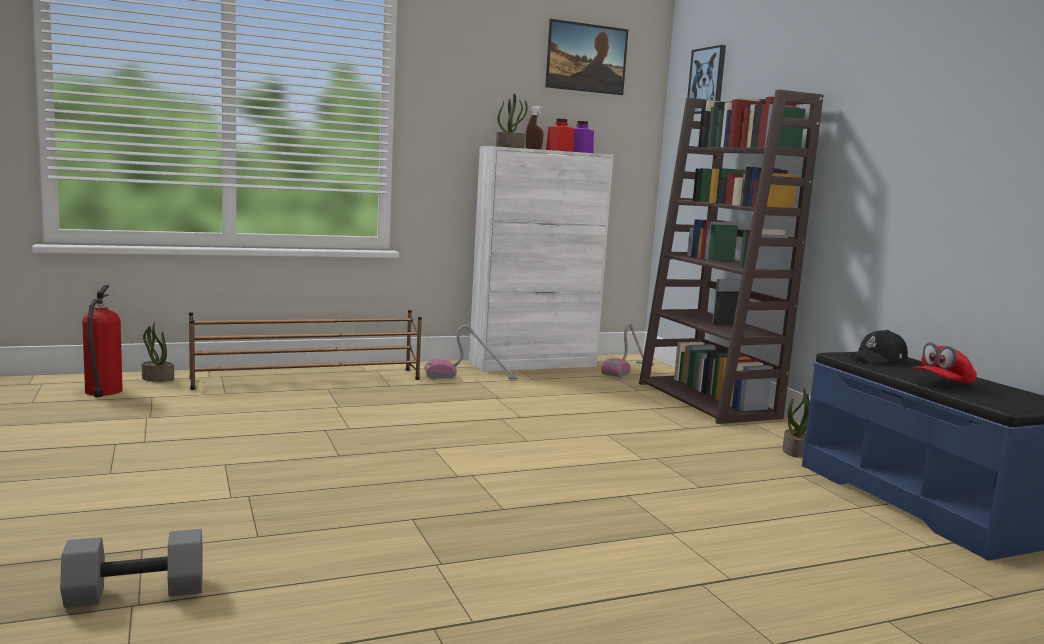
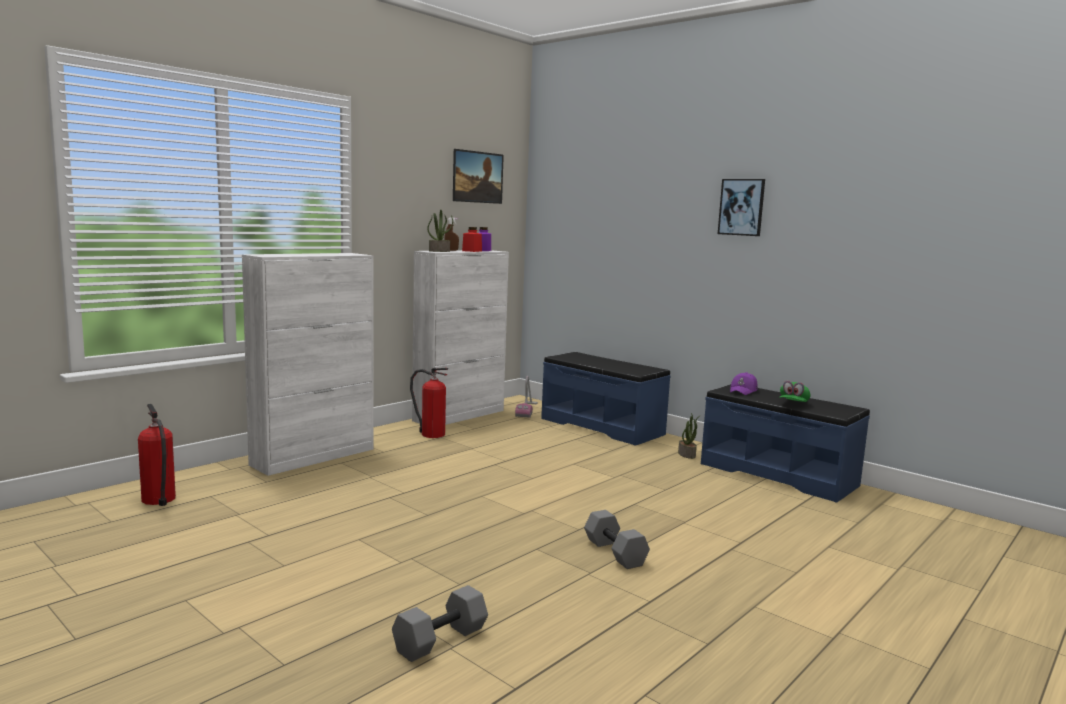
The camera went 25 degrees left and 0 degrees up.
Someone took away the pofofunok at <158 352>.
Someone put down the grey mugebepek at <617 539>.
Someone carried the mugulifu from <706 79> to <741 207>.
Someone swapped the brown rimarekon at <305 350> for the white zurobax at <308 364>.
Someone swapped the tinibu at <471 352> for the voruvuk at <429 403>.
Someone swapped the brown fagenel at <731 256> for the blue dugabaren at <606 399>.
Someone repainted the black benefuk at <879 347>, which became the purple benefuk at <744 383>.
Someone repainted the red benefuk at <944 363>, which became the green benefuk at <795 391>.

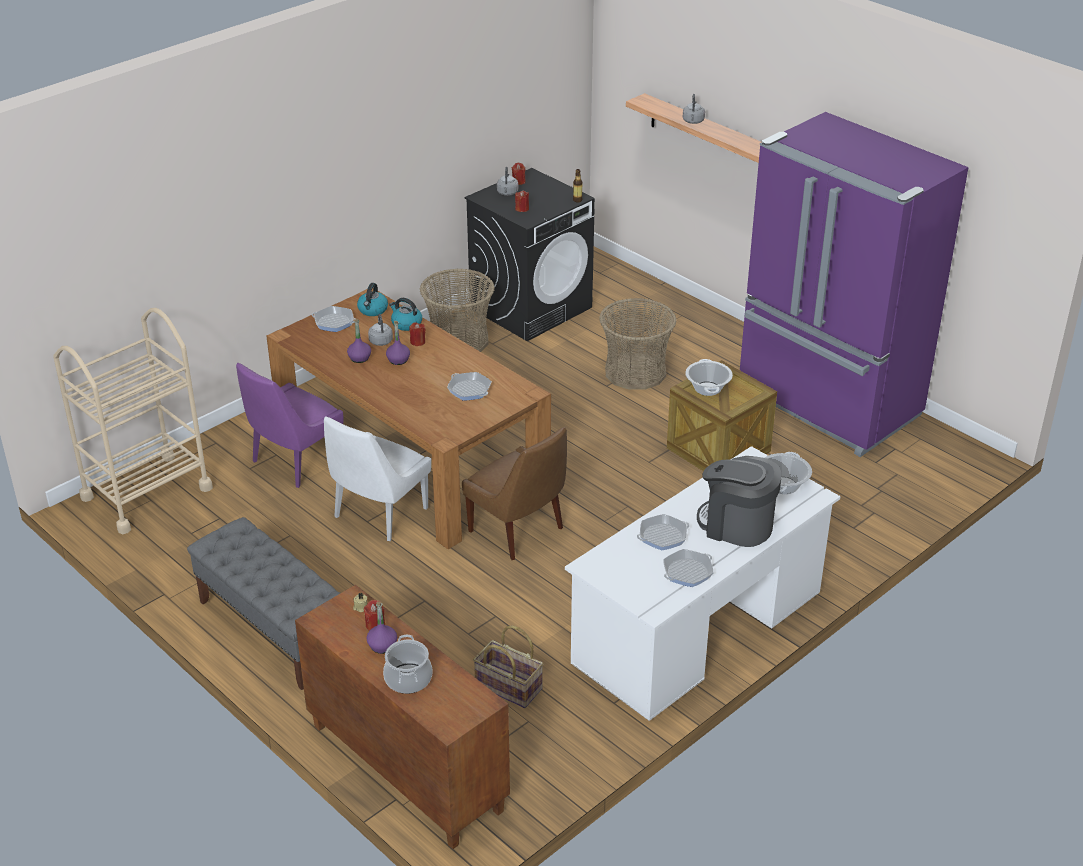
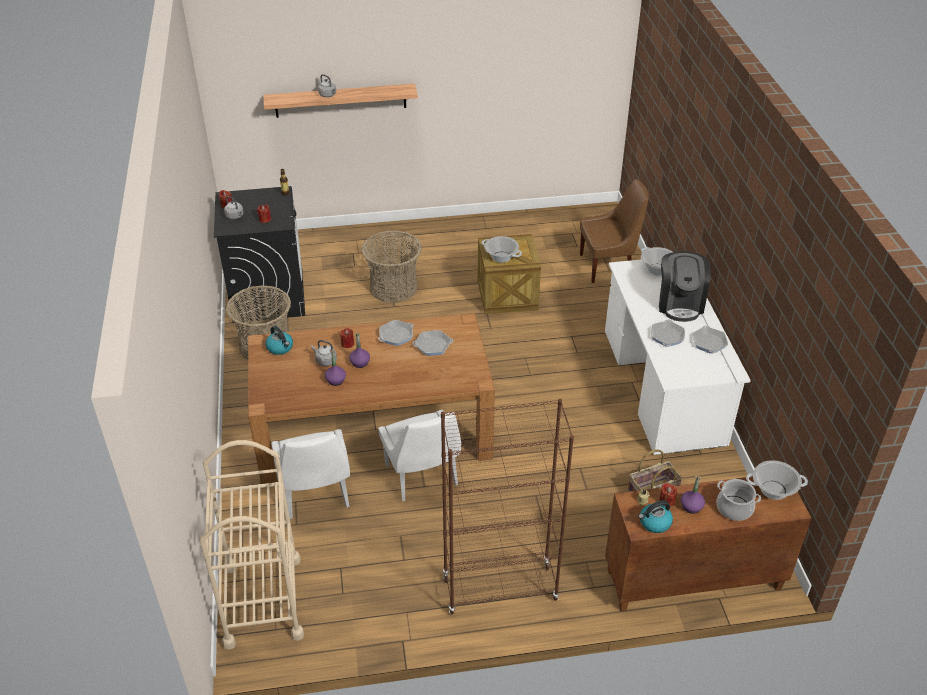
The camera went 55 degrees left and 5 degrees up.
Someone took away the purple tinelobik at <854 284>.
Someone put down the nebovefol at <777 480>.
Someone carried the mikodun from <333 319> to <396 333>.
Someone carried the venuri from <405 314> to <655 516>.
Someone carried the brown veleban from <514 493> to <614 231>.
Someone swapped the grey dugabaren at <263 603> for the brown fagenel at <507 506>.
Someone repainted the purple veleban at <289 425>, which became the white veleban at <310 474>.
Someone rotated the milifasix at <739 501> by 60 degrees counterclockwise.

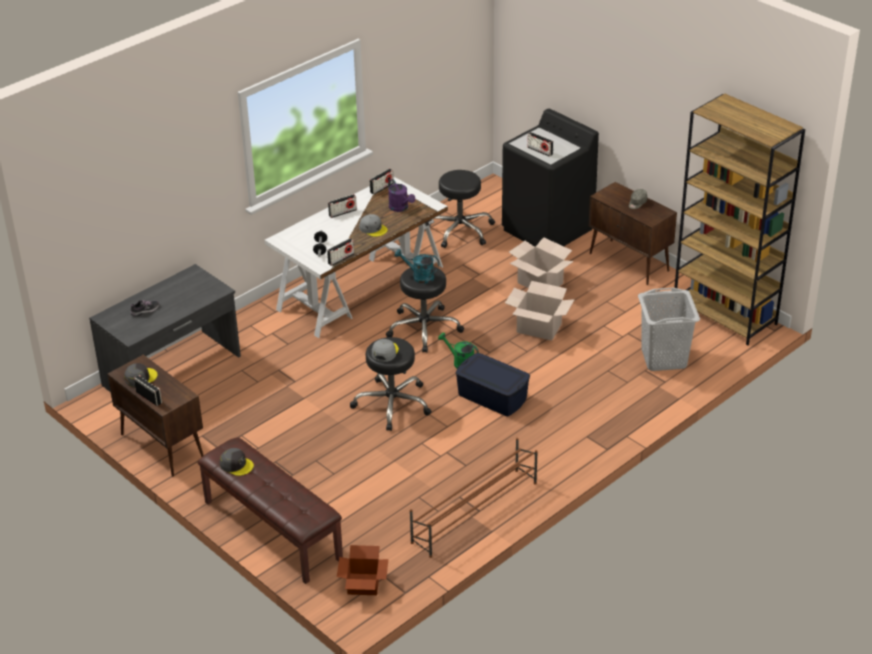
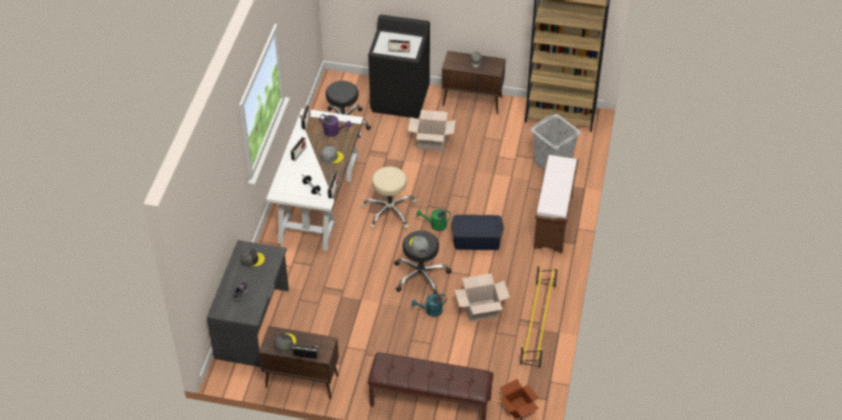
The camera went 35 degrees left and 10 degrees up.
Someone put down the brown dugabaren at <556 204>.
Someone carried the grey benefuk from <237 462> to <252 258>.
Someone carried the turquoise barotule from <417 266> to <429 305>.
Someone carried the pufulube from <540 311> to <482 297>.
Someone repainted the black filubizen at <425 309>, which became the beige filubizen at <389 198>.
Someone repainted the brown rimarekon at <474 498>, which became the yellow rimarekon at <539 316>.

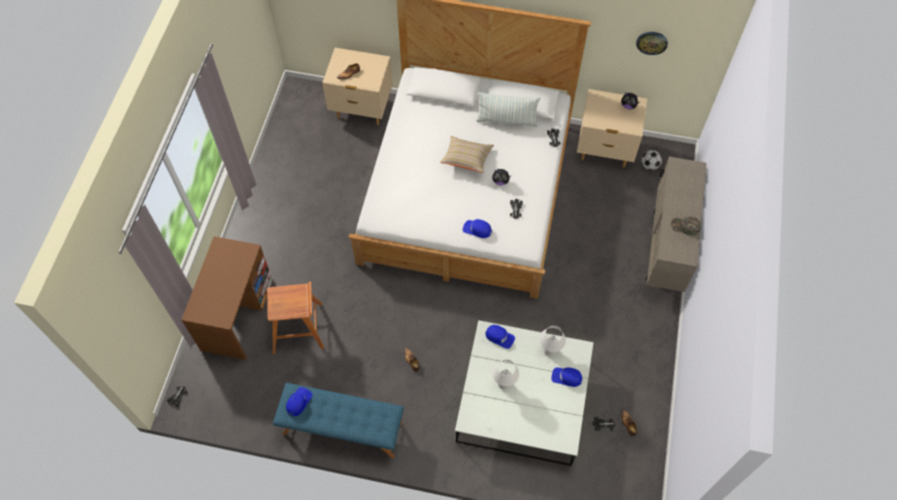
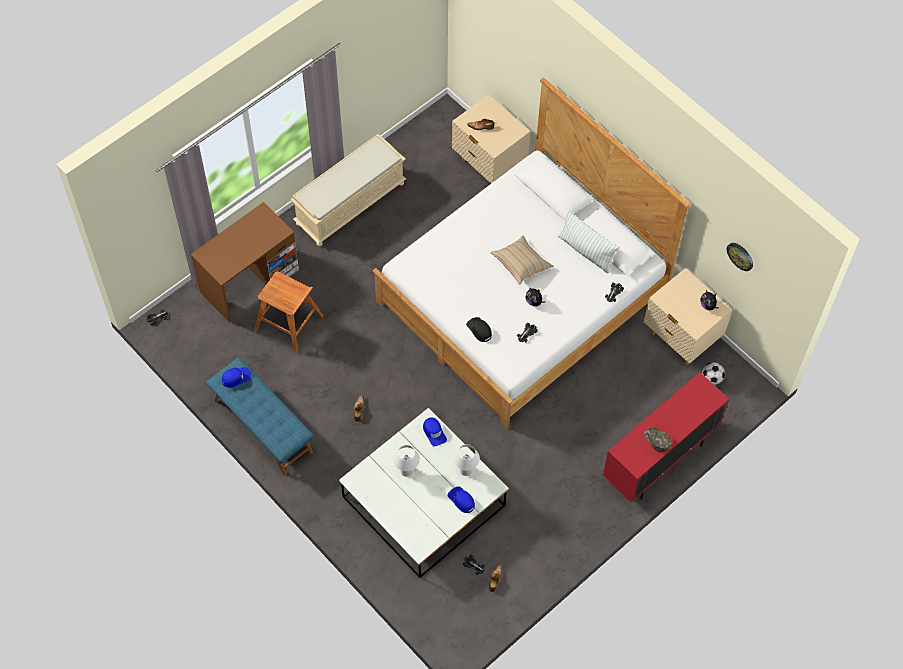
The camera went 35 degrees right and 0 degrees up.
Someone put down the beige dugabaren at <348 190>.
Someone repainted the blue benefuk at <477 228>, which became the black benefuk at <479 329>.
Someone repainted the beige zurobax at <676 224>, which became the red zurobax at <666 437>.

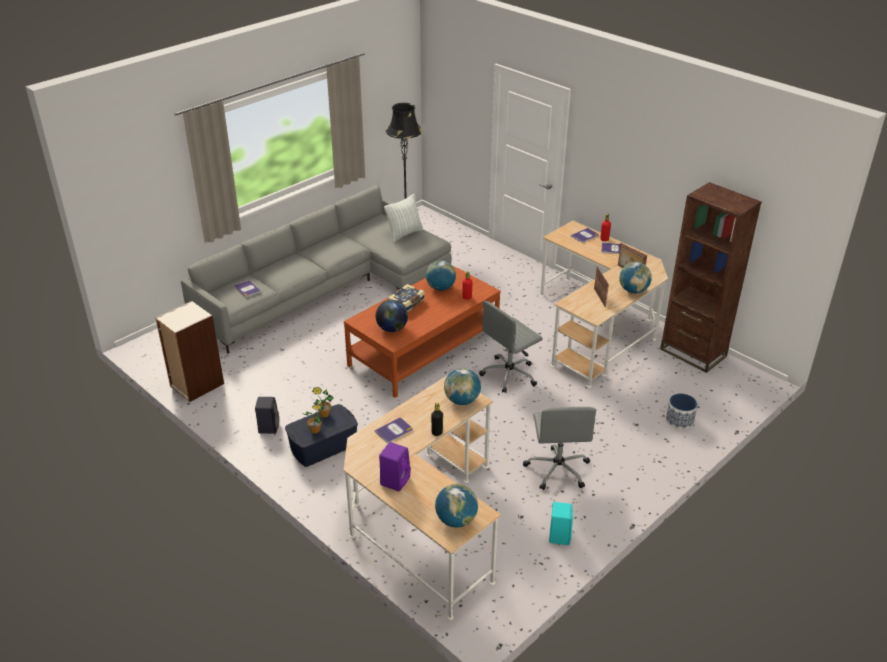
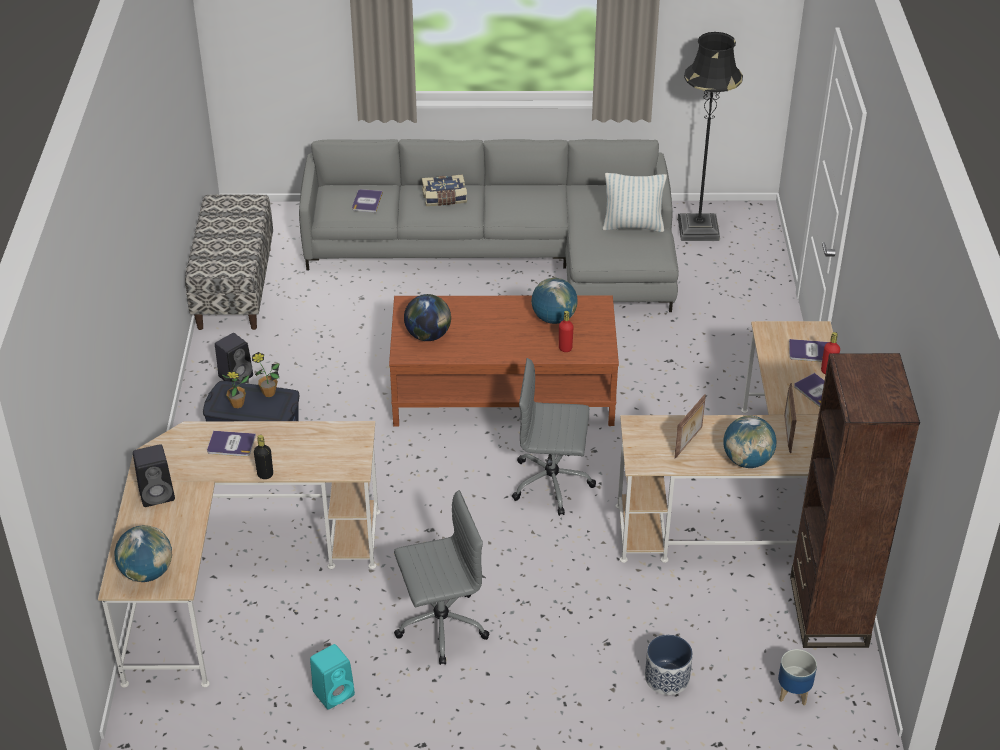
The camera went 45 degrees right and 5 degrees up.
Someone took away the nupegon at <462 386>.
Someone put down the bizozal at <797 677>.
Someone carried the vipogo from <406 298> to <444 190>.
Someone swapped the fagenel at <190 351> for the dugabaren at <229 262>.
Someone repainted the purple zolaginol at <395 466>, which became the black zolaginol at <154 475>.
Someone rotated the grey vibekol at <559 448> by 150 degrees counterclockwise.

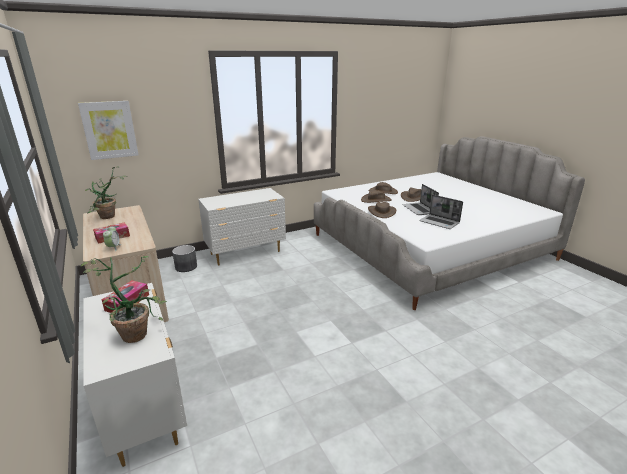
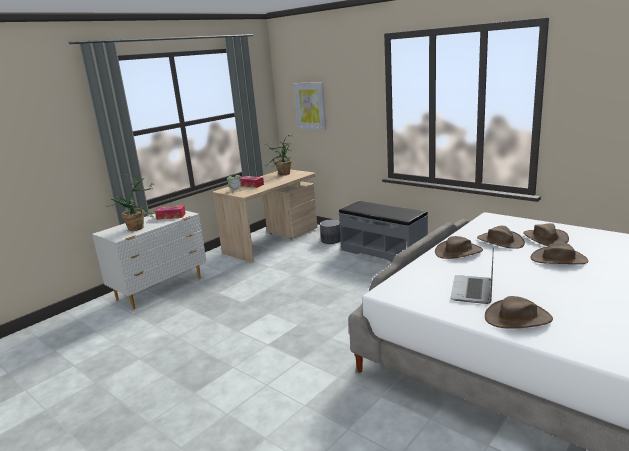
The camera went 70 degrees right and 5 degrees down.
Someone took away the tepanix at <420 199>.
Someone put down the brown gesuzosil at <519 312>.
Someone swapped the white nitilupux at <242 227> for the grey dugabaren at <383 231>.

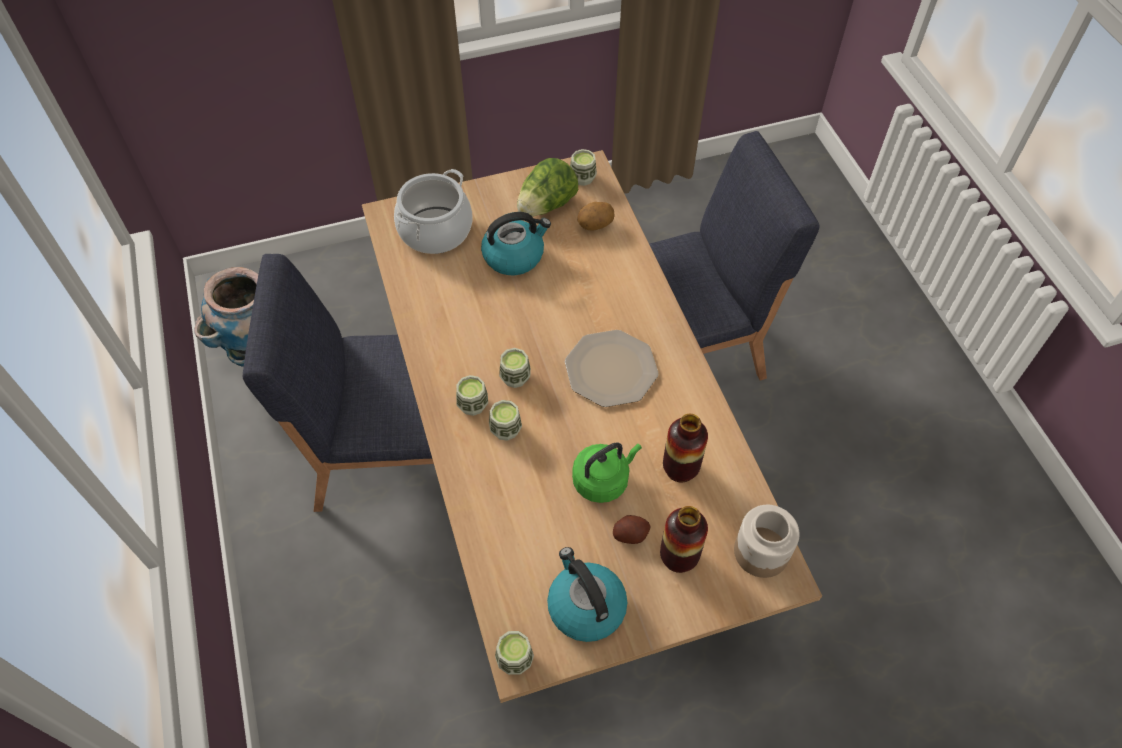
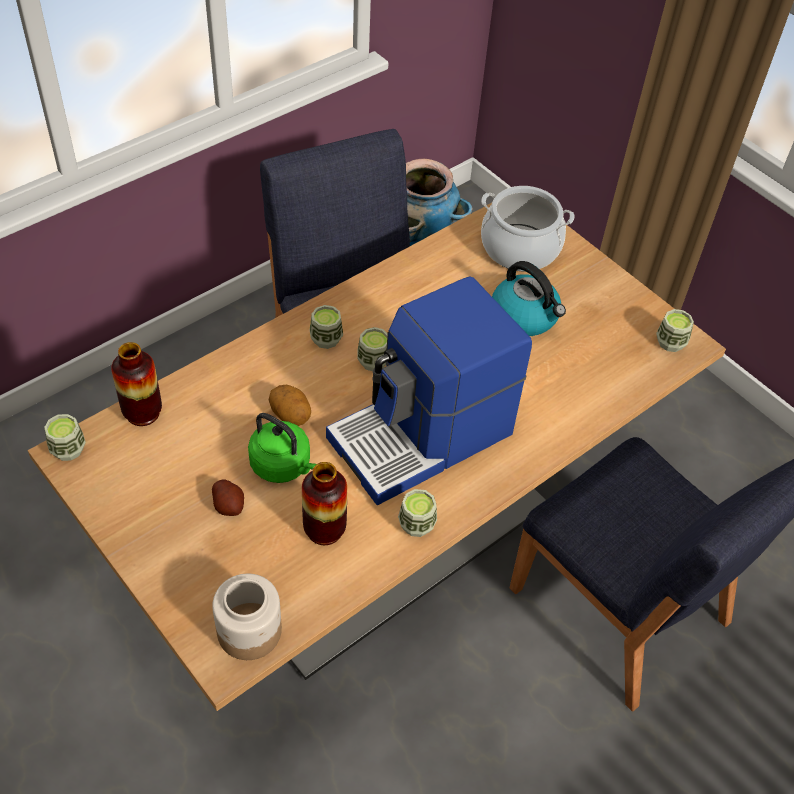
The camera went 65 degrees right and 5 degrees down.
Someone took away the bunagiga at <547 187>.
Someone took away the venuri at <587 594>.
Someone carried the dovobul from <505 420> to <417 513>.
Someone carried the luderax from <596 216> to <290 405>.
Someone carried the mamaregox from <684 539> to <136 384>.
Someone swapped the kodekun at <611 368> for the milifasix at <429 390>.

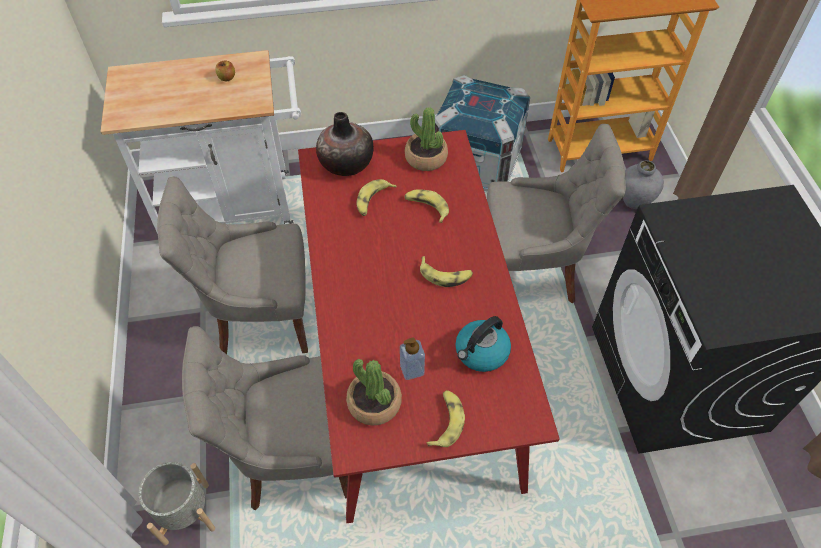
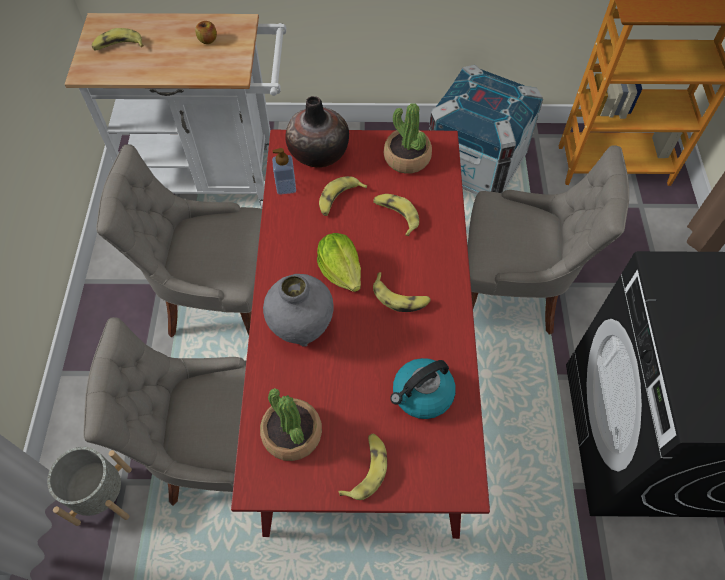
The camera went 10 degrees right and 5 degrees up.
Someone put down the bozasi at <118 39>.
Someone put down the bunagiga at <339 262>.
Someone carried the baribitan from <412 358> to <284 171>.
Someone carried the grey mamaregox from <643 184> to <298 310>.

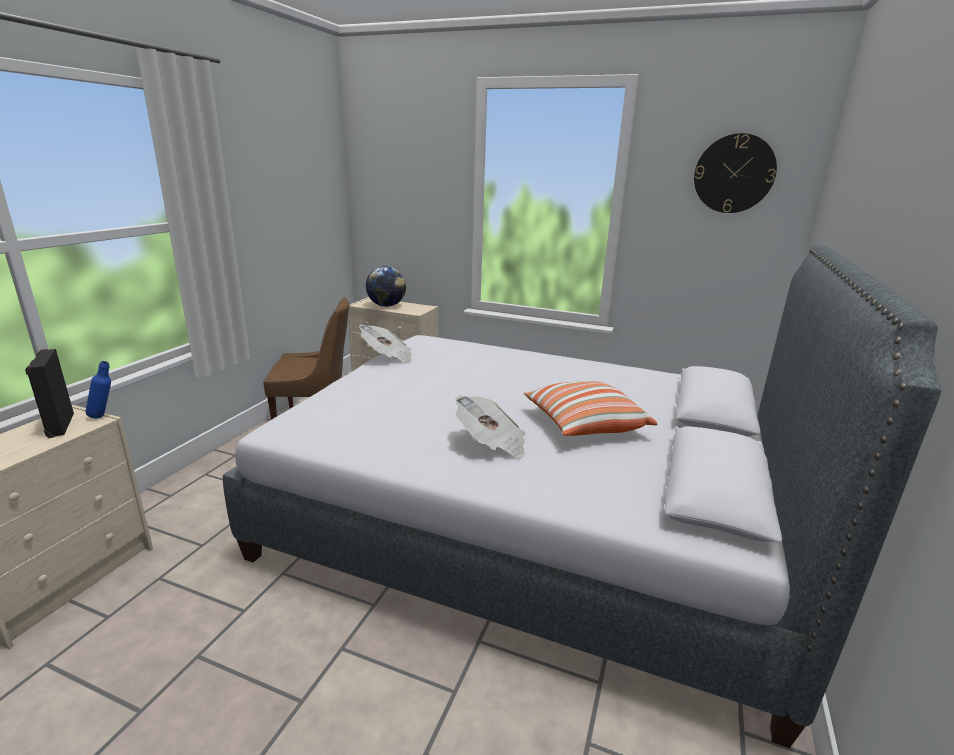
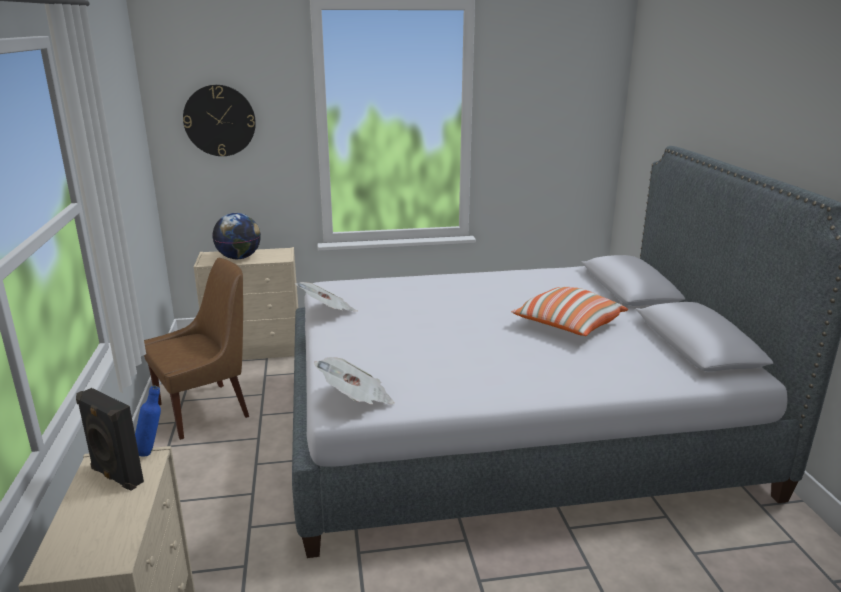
The camera went 30 degrees left and 0 degrees up.
Someone carried the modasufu from <490 426> to <354 380>.
Someone carried the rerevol from <735 173> to <219 120>.

